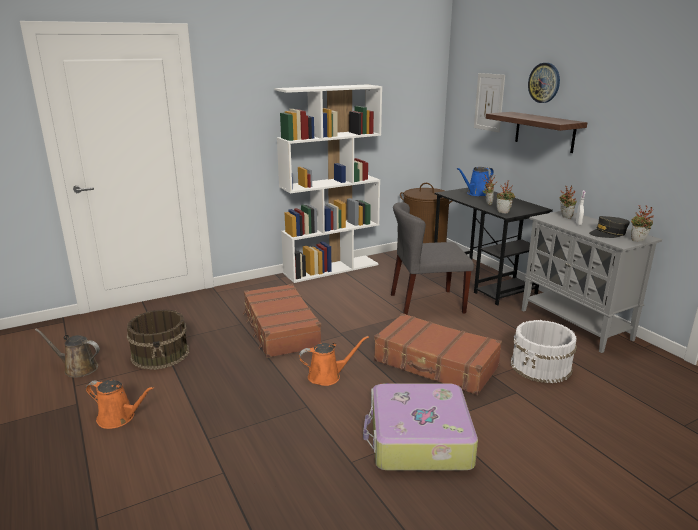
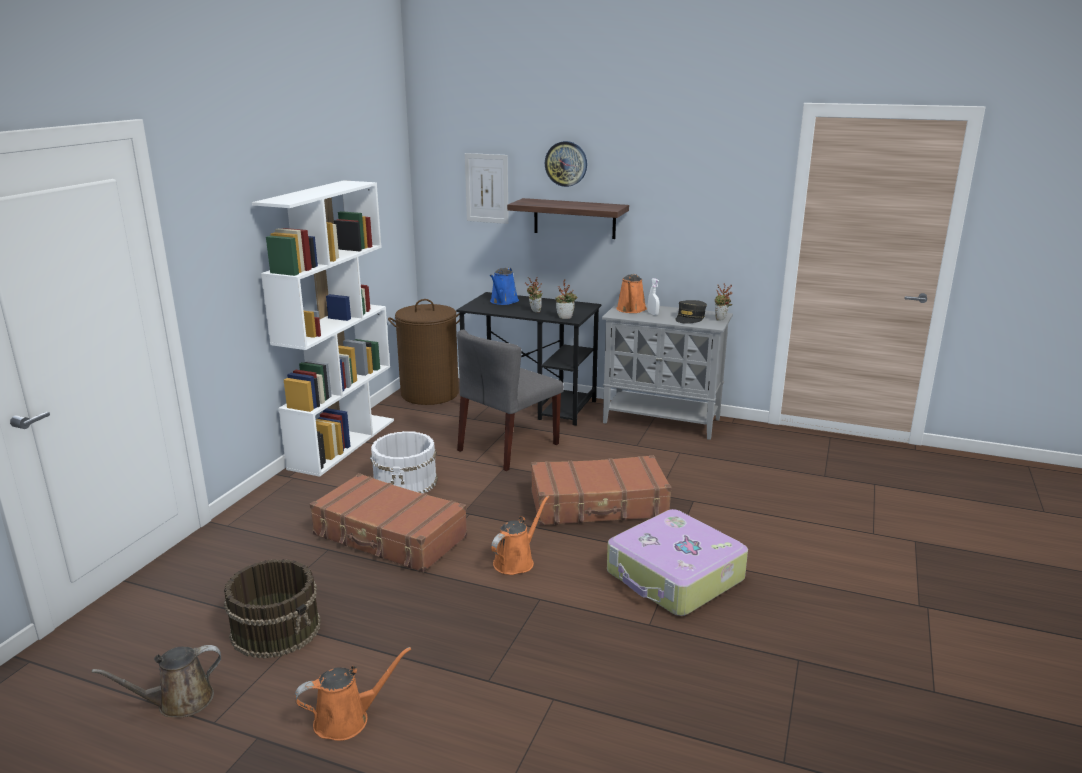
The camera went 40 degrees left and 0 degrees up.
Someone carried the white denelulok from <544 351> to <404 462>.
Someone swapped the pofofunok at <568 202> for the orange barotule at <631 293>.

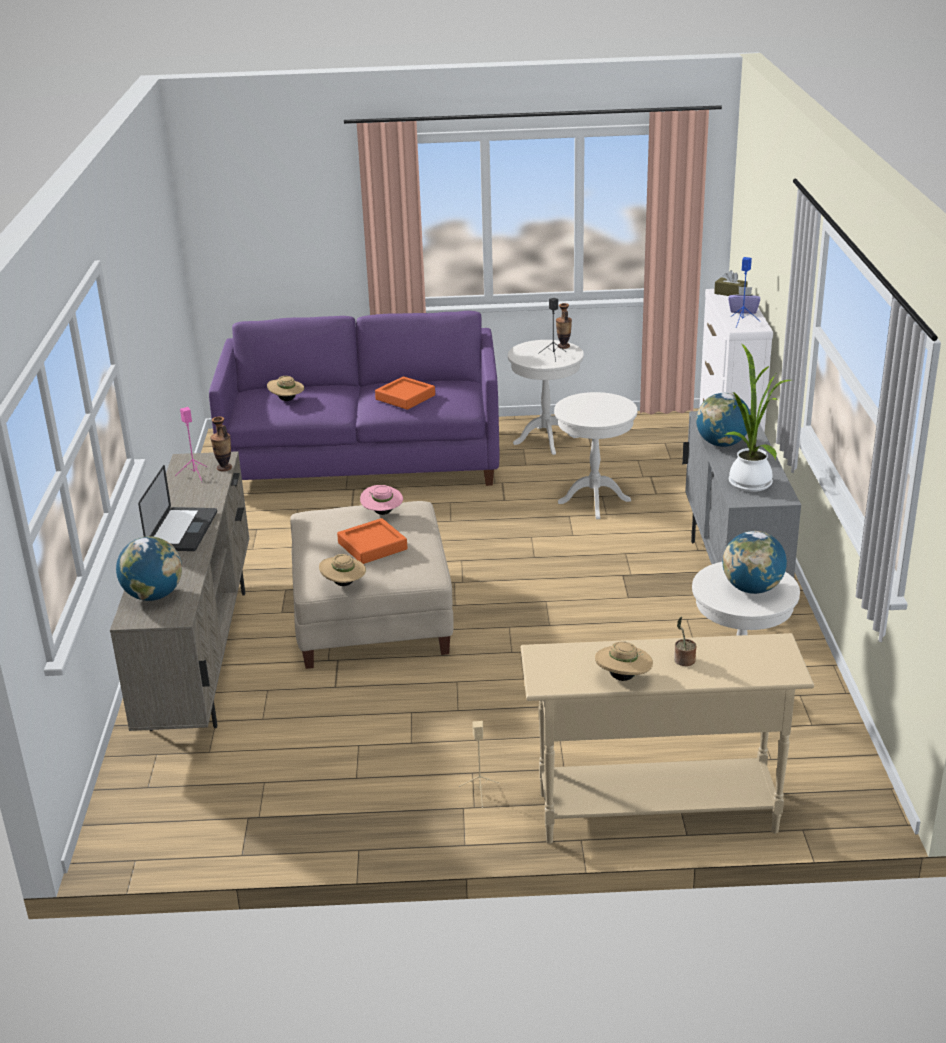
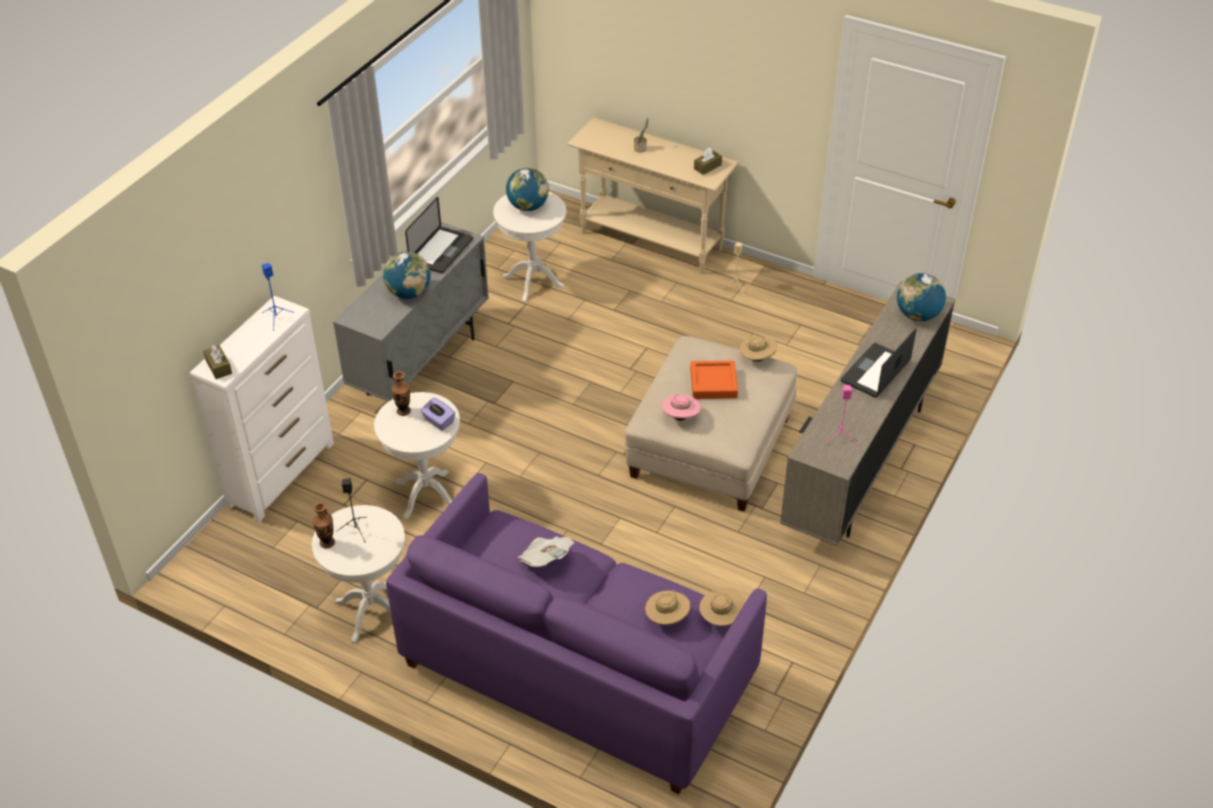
The camera went 150 degrees left and 15 degrees up.
Someone put down the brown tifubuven at <708 161>.
Someone carried the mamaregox from <221 443> to <401 394>.
Someone carried the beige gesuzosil from <624 661> to <722 607>.
Someone carried the purple tifubuven from <744 300> to <437 414>.
Someone swapped the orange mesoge at <405 393> for the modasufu at <546 551>.
Someone swapped the pofofunok at <758 417> for the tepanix at <439 235>.

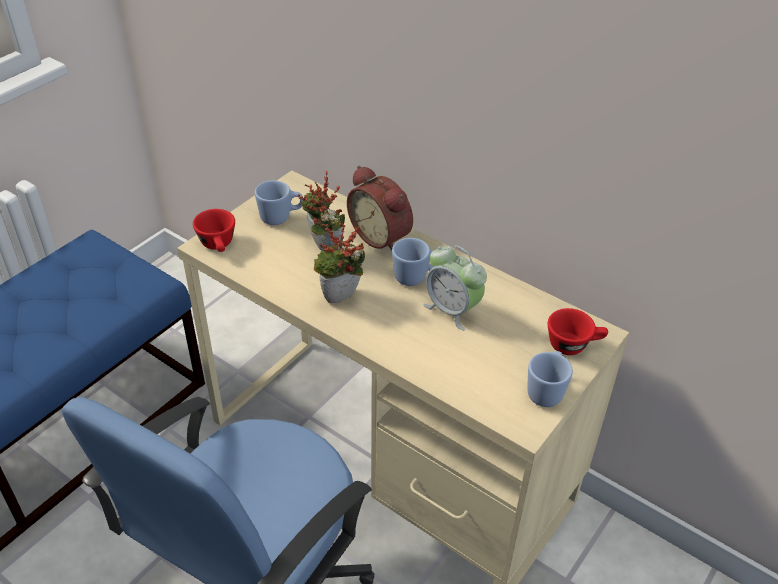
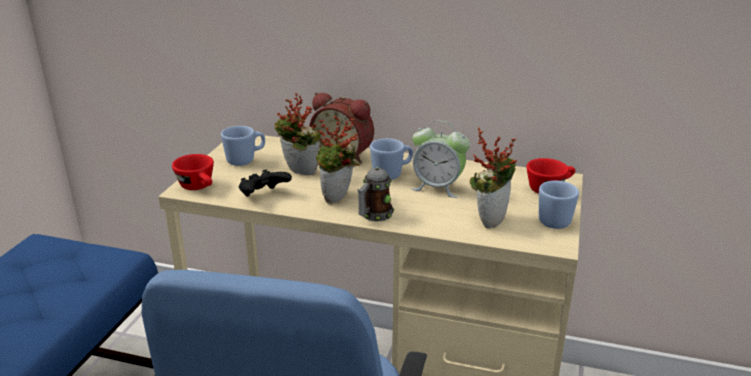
The camera went 20 degrees left and 15 degrees down.
Someone put down the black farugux at <265 182>.
Someone put down the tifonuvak at <375 194>.
Someone put down the pofofunok at <493 178>.

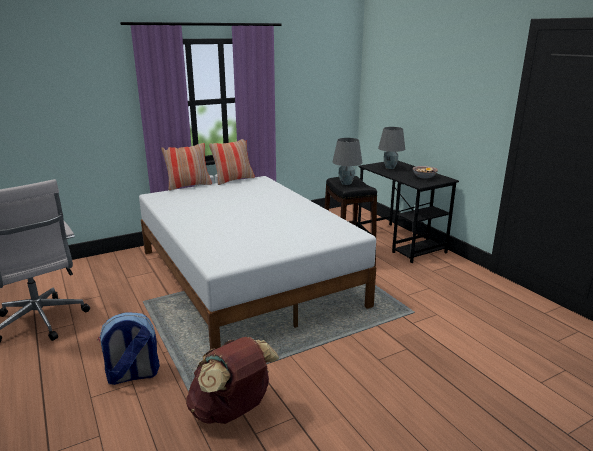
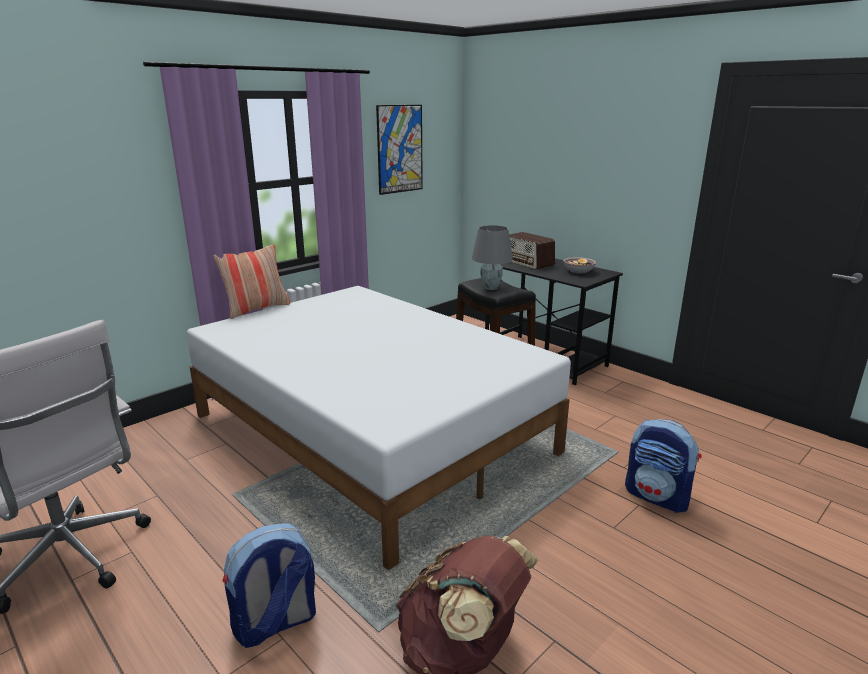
The camera went 15 degrees left and 0 degrees up.
Someone took away the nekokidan at <232 162>.
Someone put up the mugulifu at <399 150>.
Someone put down the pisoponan at <663 466>.
Someone swapped the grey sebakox at <391 148> for the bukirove at <532 251>.

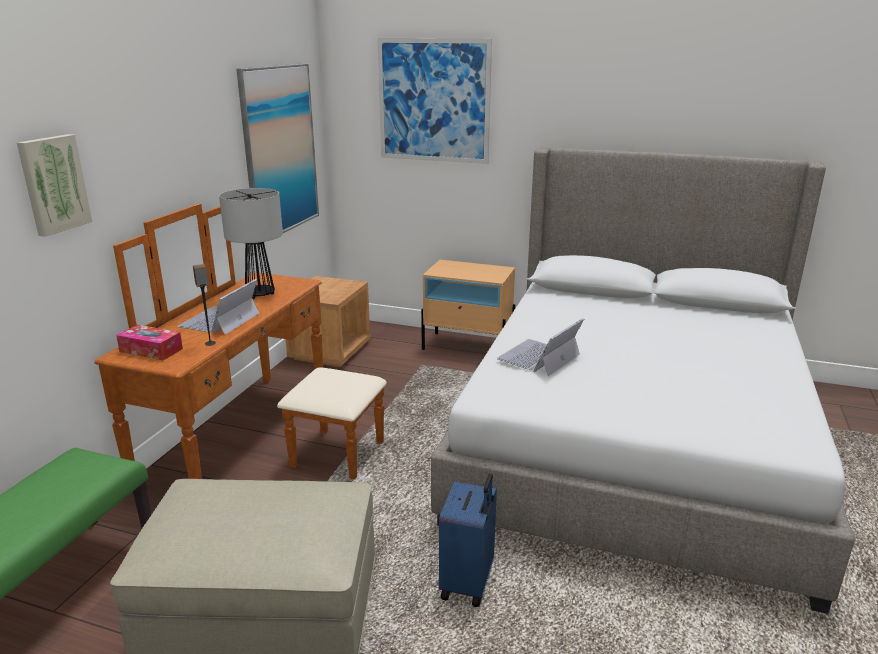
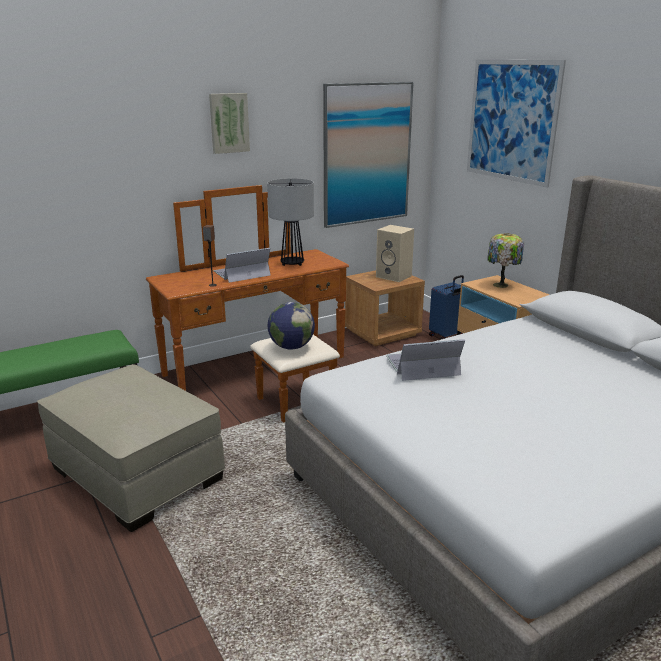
The camera went 40 degrees right and 0 degrees up.
Someone took away the tifubuven at <149 343>.
Someone put down the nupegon at <291 325>.
Someone put down the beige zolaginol at <395 253>.
Someone put down the sebakox at <505 260>.
Someone carried the mugulifu from <54 185> to <229 123>.
Someone carried the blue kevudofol from <468 540> to <446 307>.

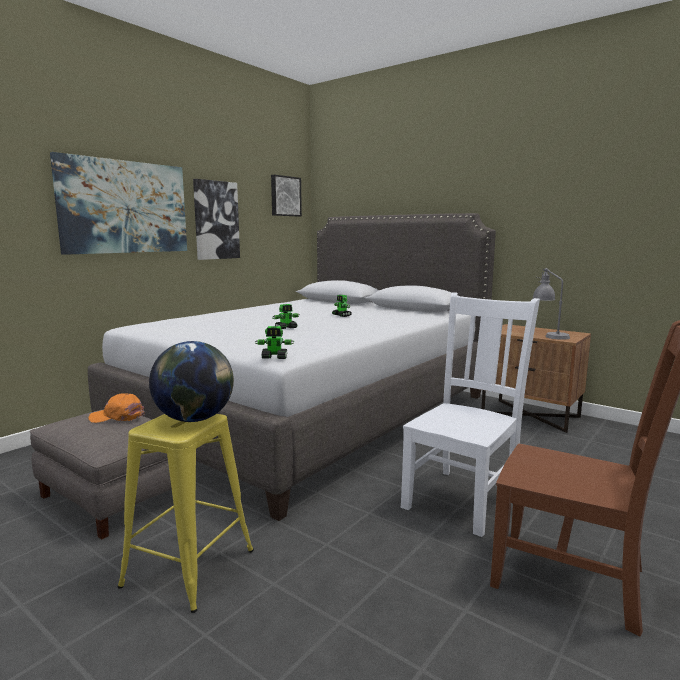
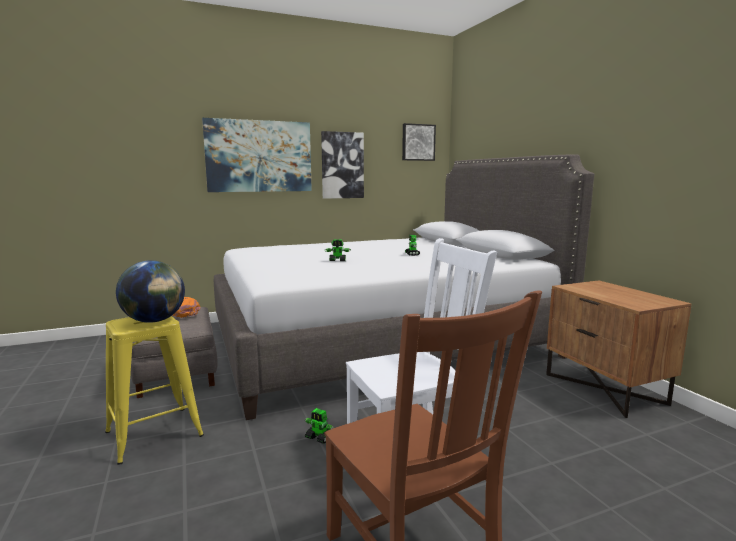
The camera went 30 degrees right and 0 degrees up.
Someone took away the grey sebakox at <551 304>.
Someone carried the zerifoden from <274 342> to <319 426>.

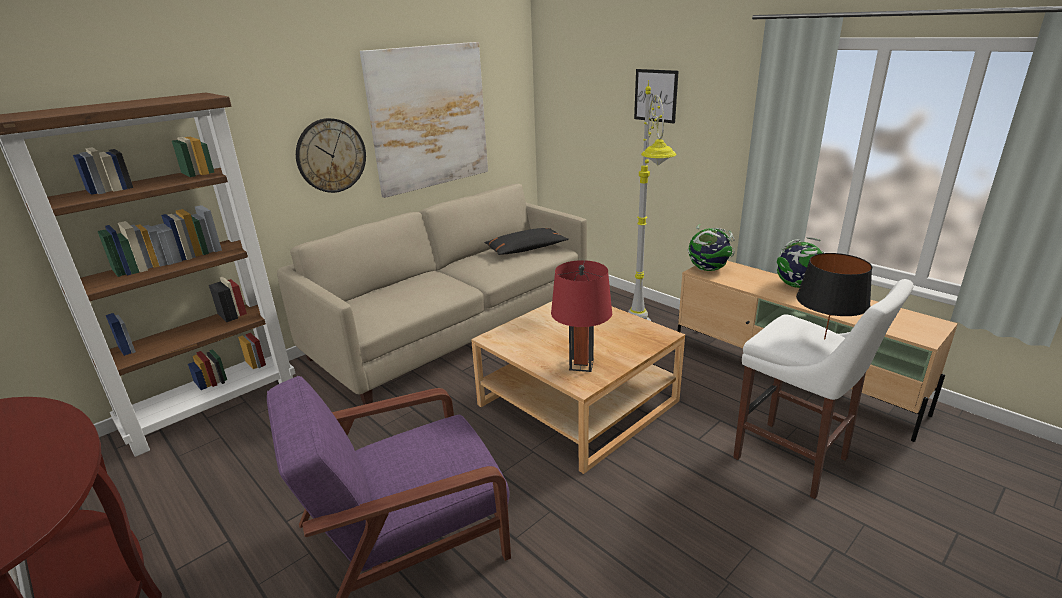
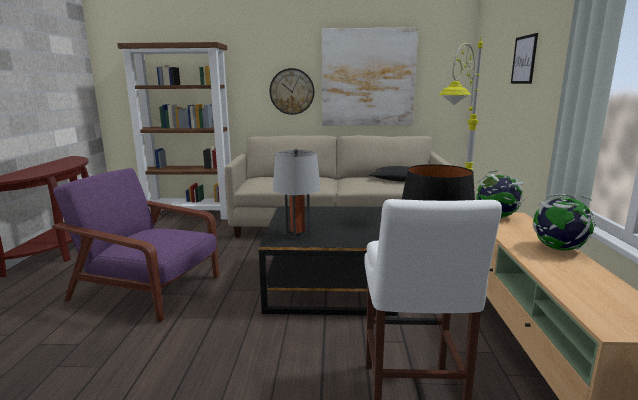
The camera went 45 degrees right and 10 degrees down.
Someone repainted the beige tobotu at <578 387>, which became the black tobotu at <328 261>.
Someone repainted the red sebakox at <581 316>, which became the grey sebakox at <297 194>.

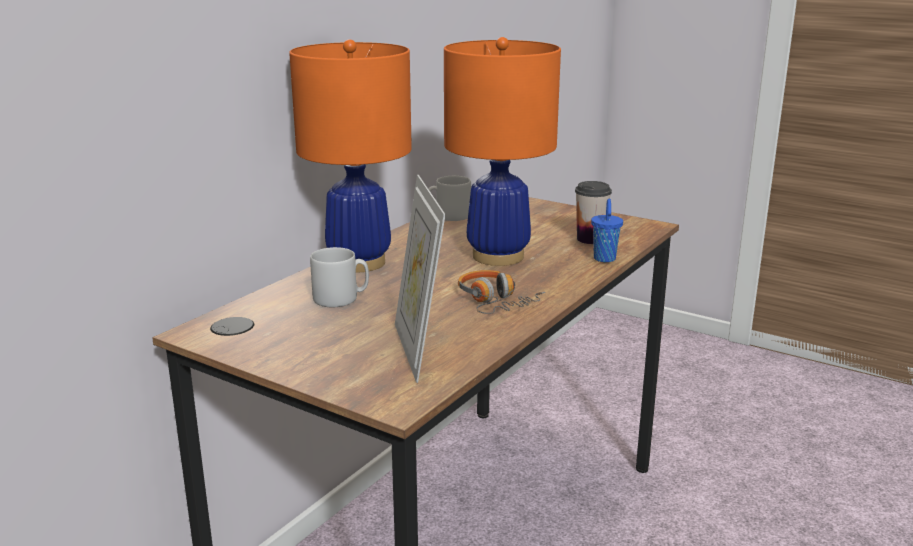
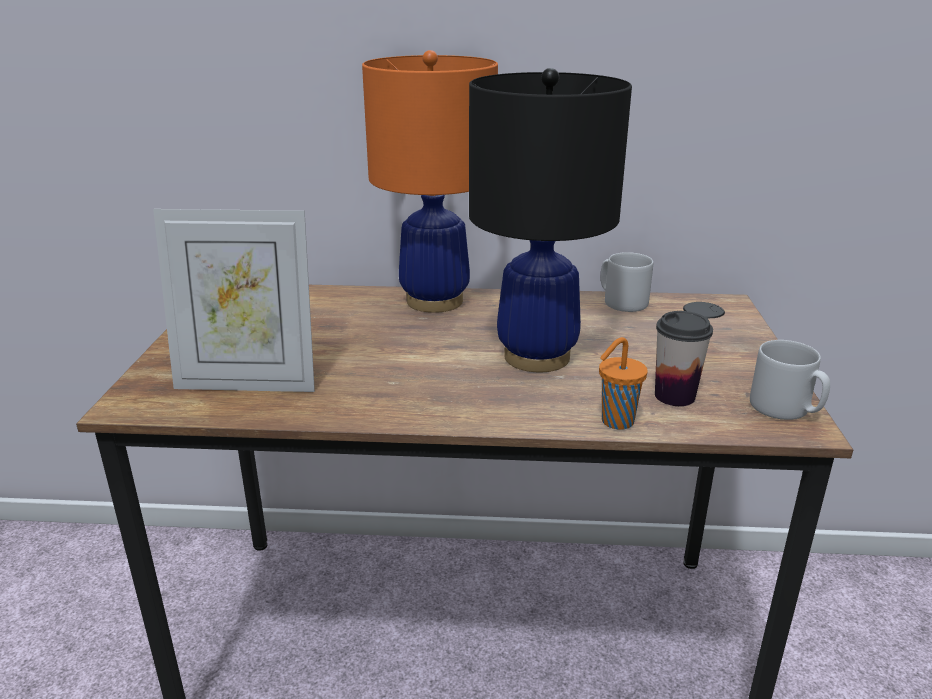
The camera went 60 degrees right and 5 degrees up.
Someone took away the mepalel at <501 292>.
Someone carried the grey tifonuvak from <339 277> to <790 380>.
Someone repainted the orange sebakox at <502 151>, which became the black sebakox at <550 220>.
Someone repainted the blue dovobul at <607 230>, which became the orange dovobul at <623 383>.
Someone rotated the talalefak at <420 279> by 135 degrees counterclockwise.

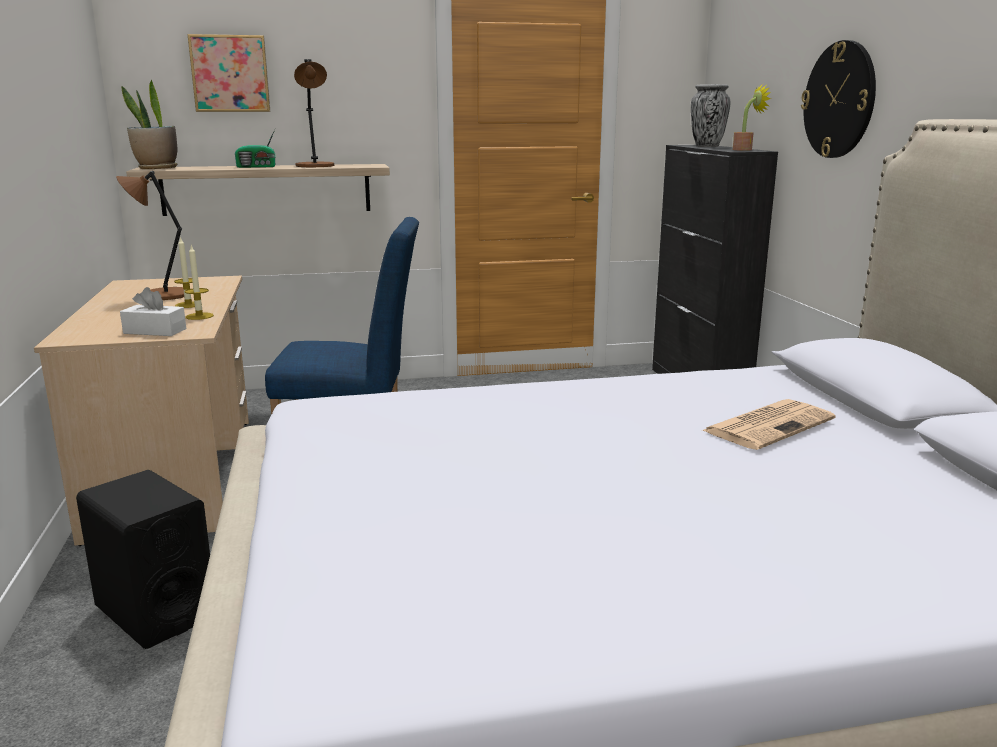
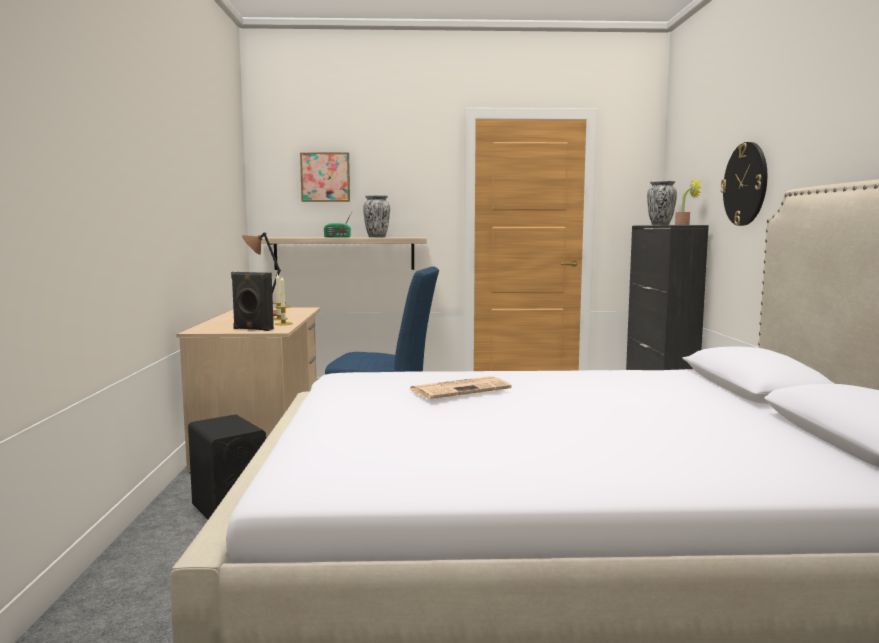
The camera went 10 degrees right and 10 degrees down.
Someone took away the pofofunok at <149 124>.
Someone carried the modasufu from <768 424> to <460 387>.
Someone swapped the white tifubuven at <153 311> for the black zolaginol at <252 301>.
Someone swapped the brown sebakox at <314 113> for the mamaregox at <376 216>.

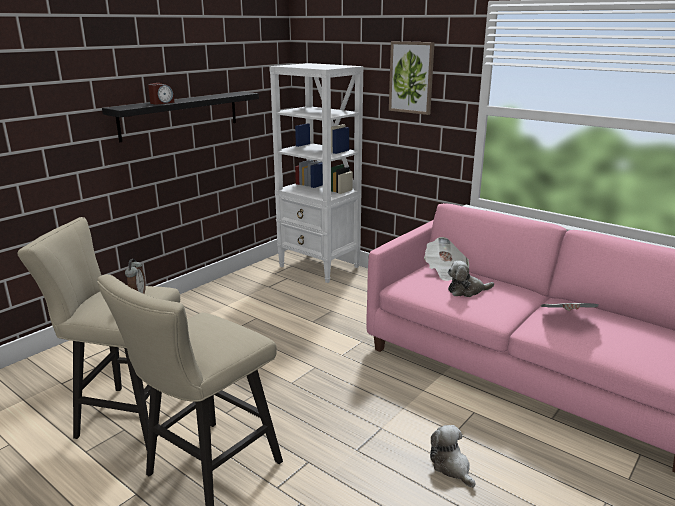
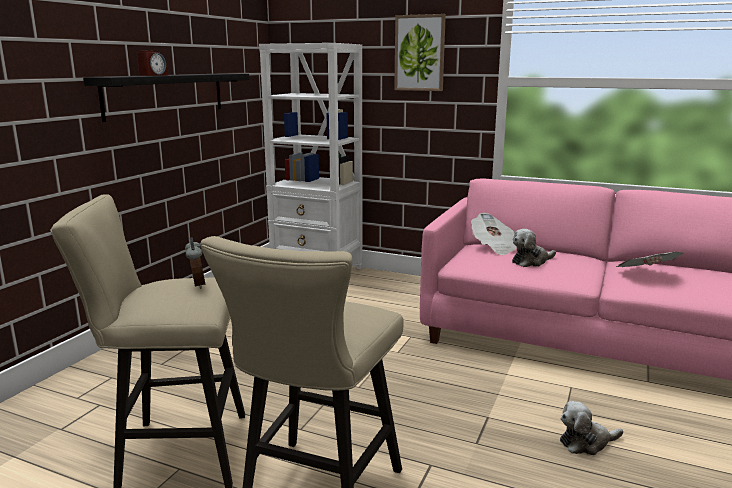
The camera went 15 degrees left and 5 degrees down.
Someone rotated the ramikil at <453 456> by 60 degrees counterclockwise.

